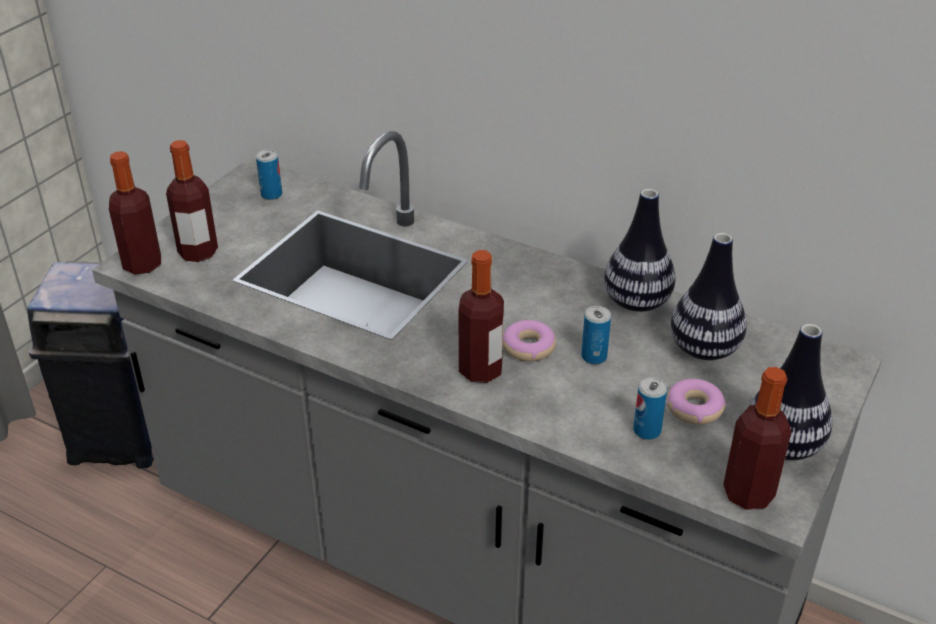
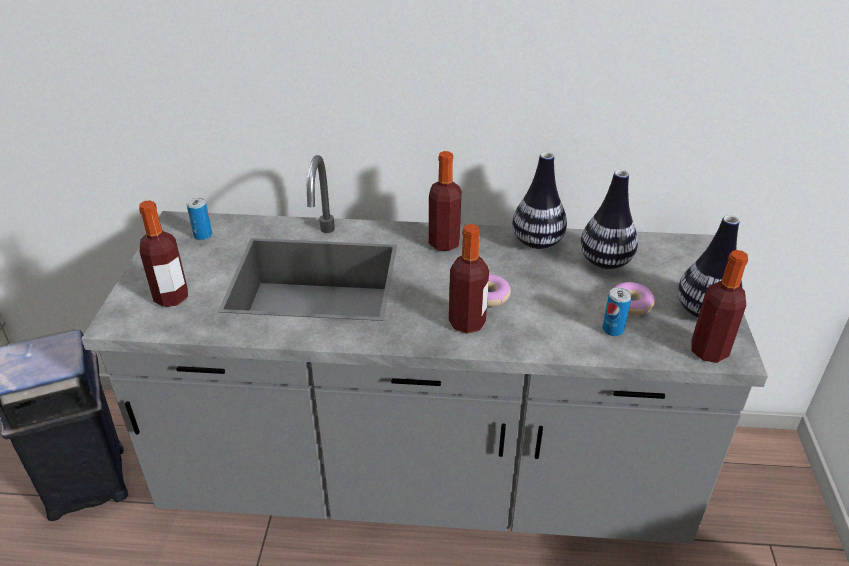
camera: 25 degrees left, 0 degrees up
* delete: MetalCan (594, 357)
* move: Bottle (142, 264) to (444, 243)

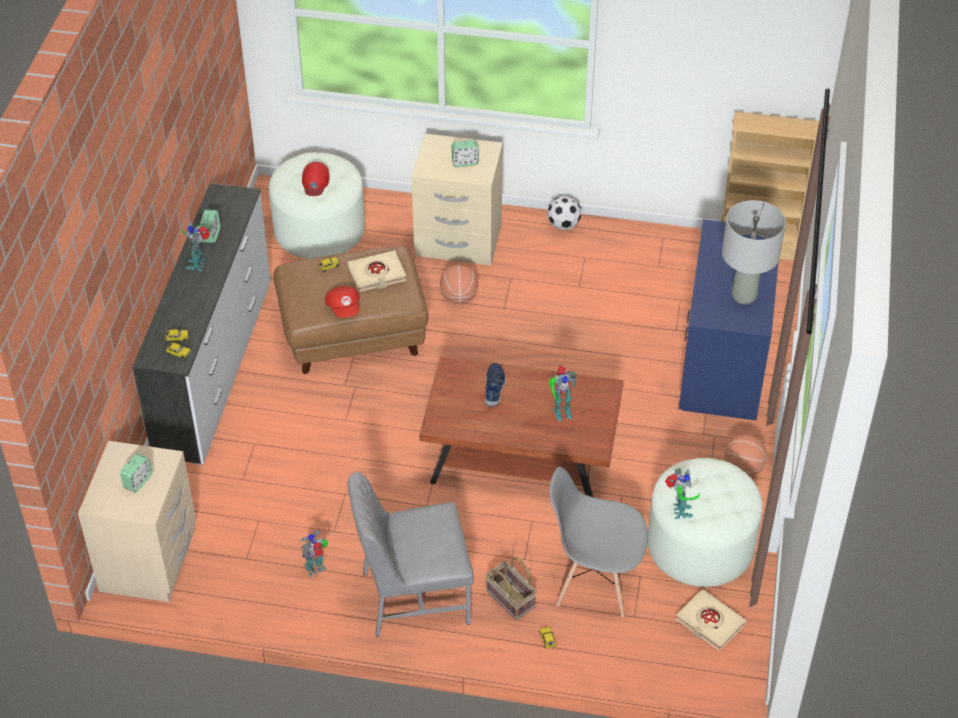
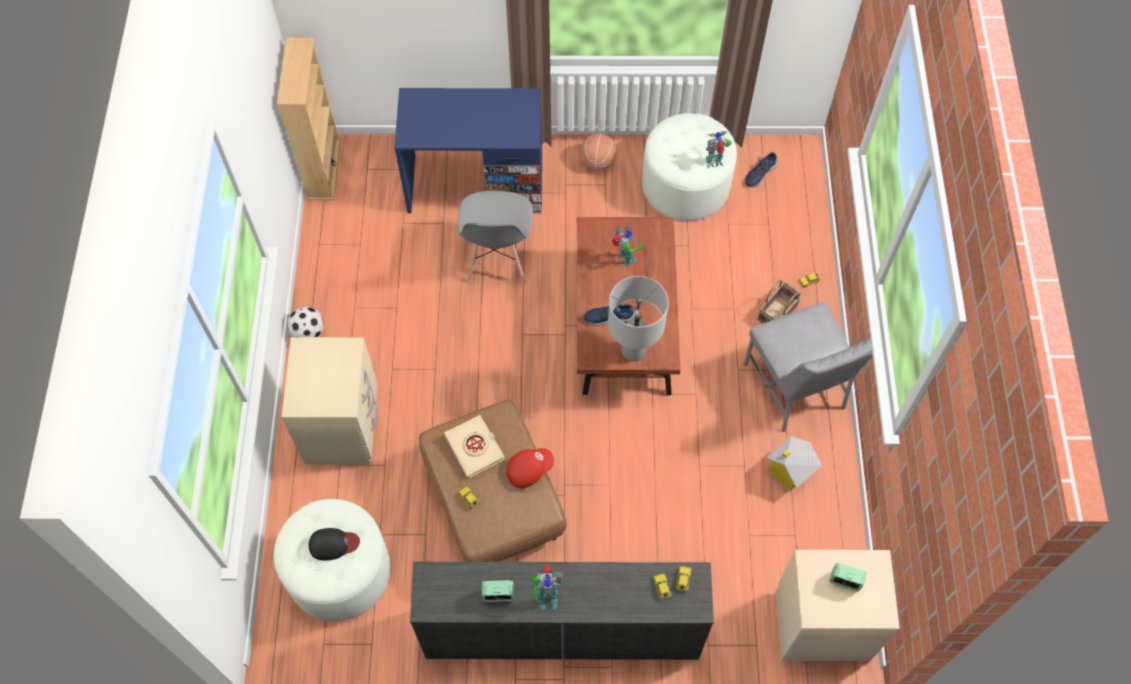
camera: 100 degrees left, 15 degrees up
* delete: BallForBasketball (459, 297)
* delete: TableClock (465, 162)
* move: GreyPlainChair (594, 583) to (497, 260)
* move: GreyLampForATable (744, 296) to (634, 351)
* replace: ModelRobot (316, 569) to MiniatureHouse (789, 471)
* replace: SandColouredVolume (710, 623) to BlueColouredLowShoe (759, 173)
* recolor: RedColouredCap (315, 182) to BlackCap (333, 544)

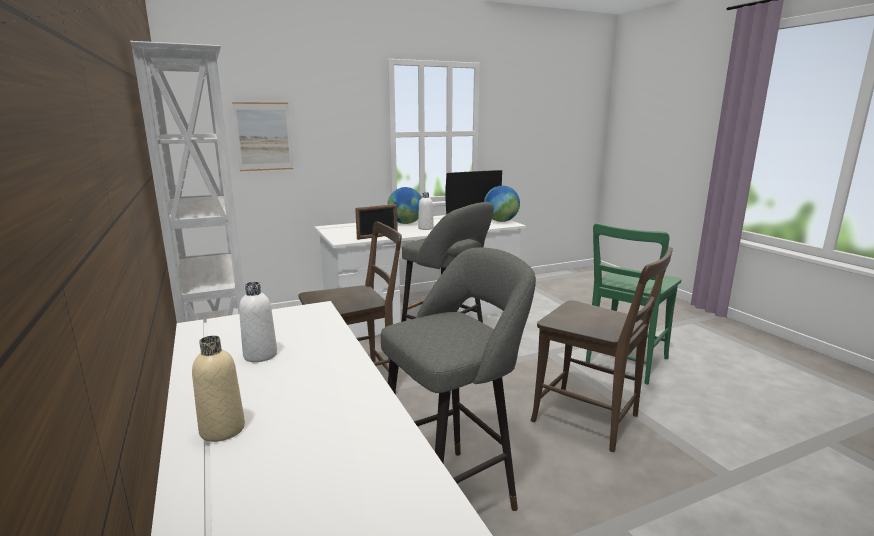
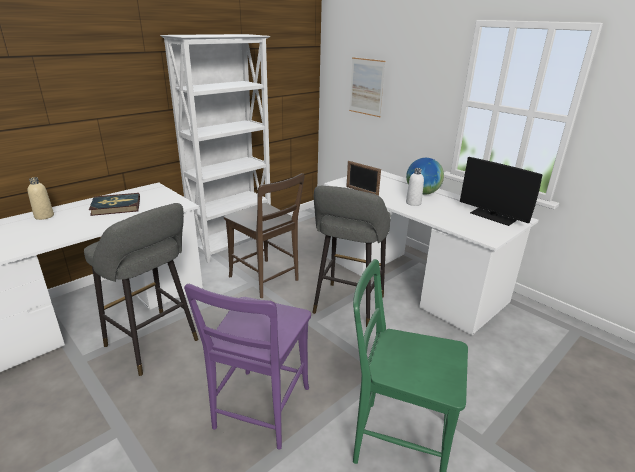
camera: 70 degrees right, 10 degrees up
* delete: Globe (501, 221)
* replace: WhiteBottle (260, 355) to Volume (116, 206)
* recolor: BrownColouredPlainChair (591, 420) to PurpleColouredPlainChair (259, 411)

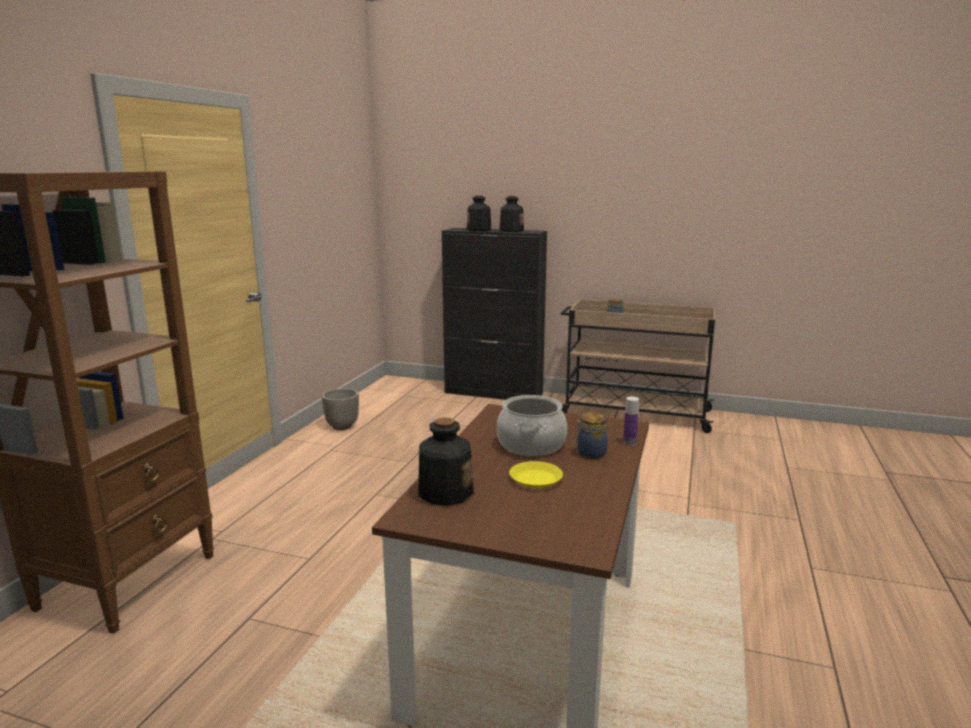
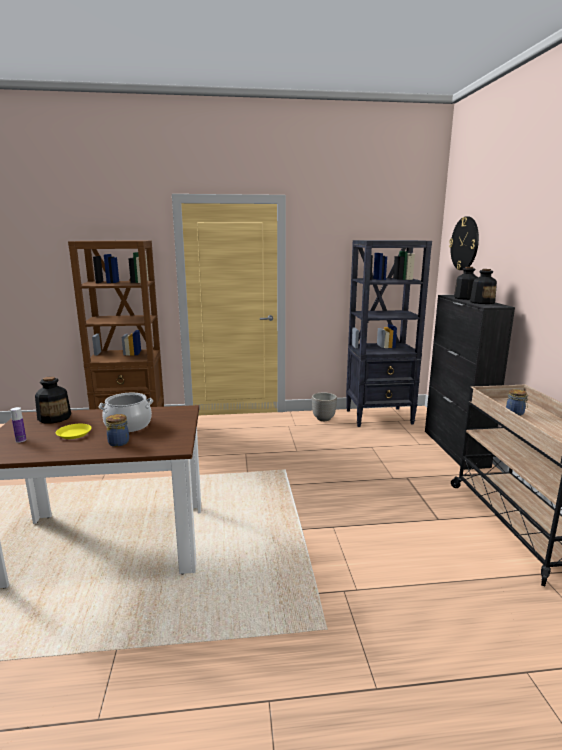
camera: 65 degrees right, 0 degrees up
* insert: BlackBookcase (379, 417)
* insert: HangingClock (465, 243)
* move: Bottle (629, 442) to (21, 440)

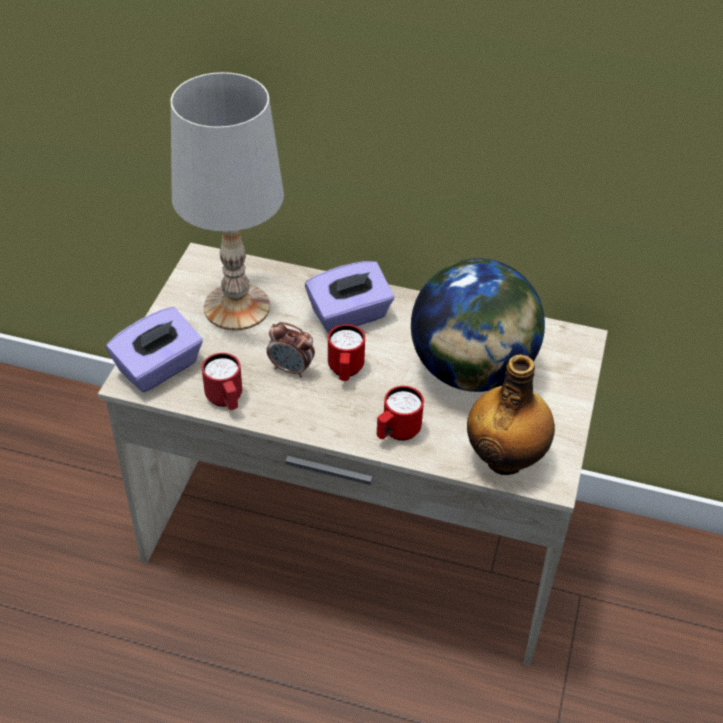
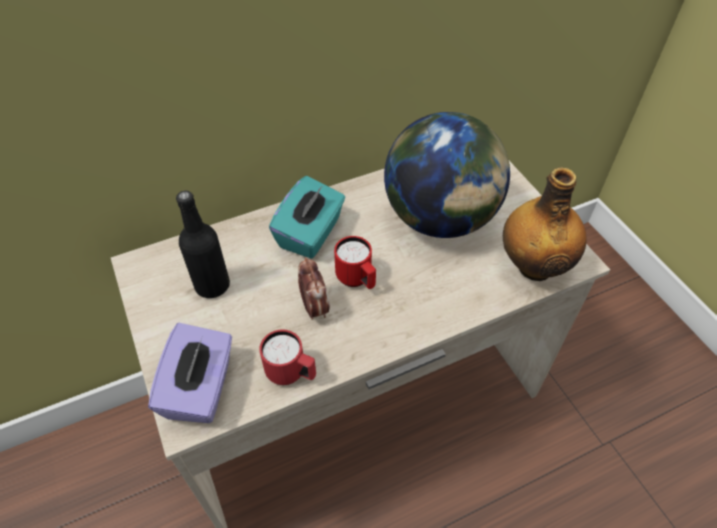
camera: 40 degrees left, 5 degrees up
* delete: RedColouredTeaMug (397, 433)
* replace: WhiteLampForATable (237, 306) to BlackBottle (212, 285)
* recolor: PurpleColouredTissueBox (349, 315) to TurquoiseTissueBox (310, 234)
* rotate: TableClock (291, 369) = (314, 307) 90 degrees counterclockwise

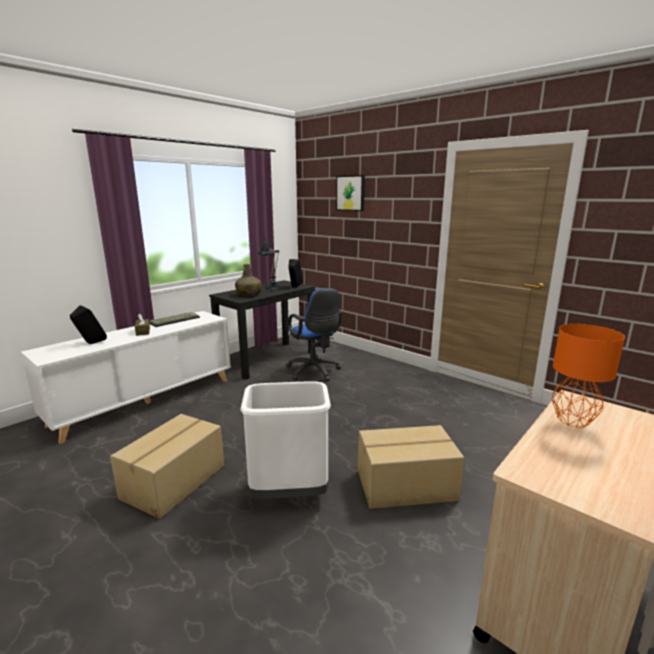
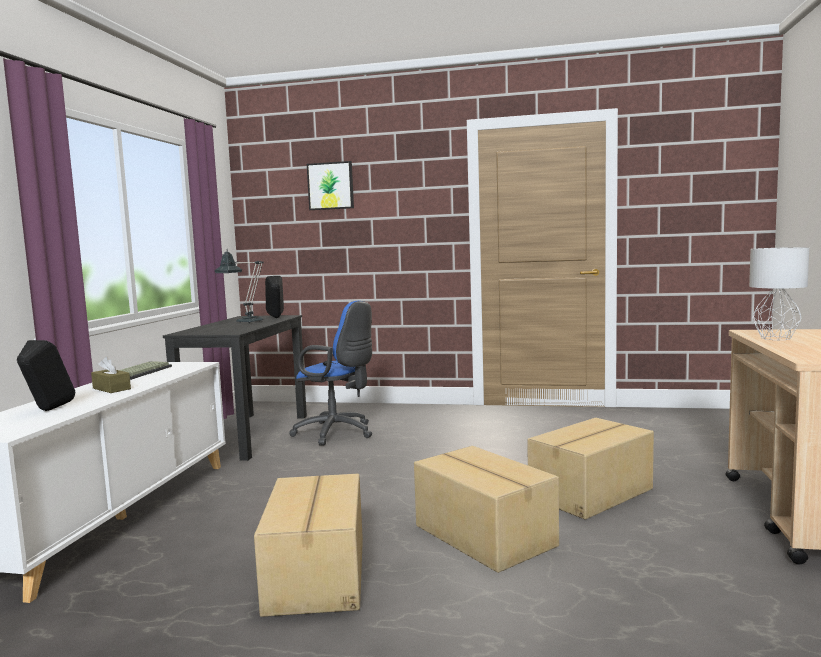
camera: 30 degrees left, 10 degrees down
* delete: GreenColouredBottle (249, 294)
* replace: WhiteTrashCan (288, 493) to Carton (483, 536)
* recolor: OrangeLampForATable (573, 421) to GreyLampForATable (776, 338)

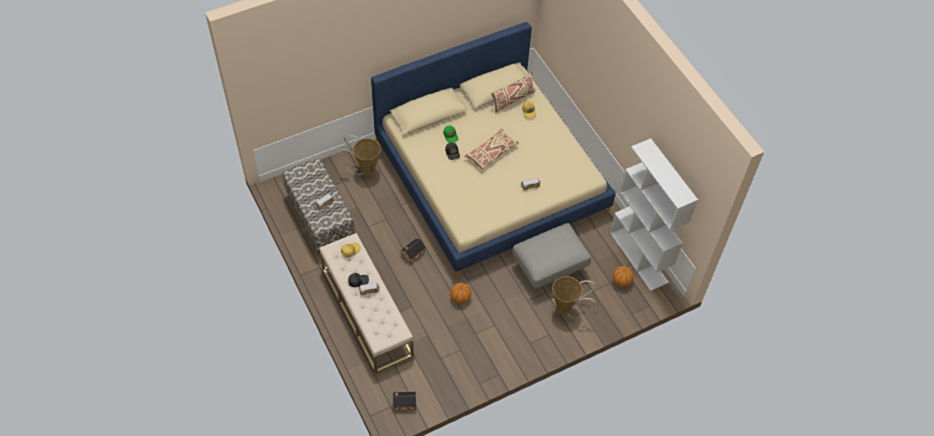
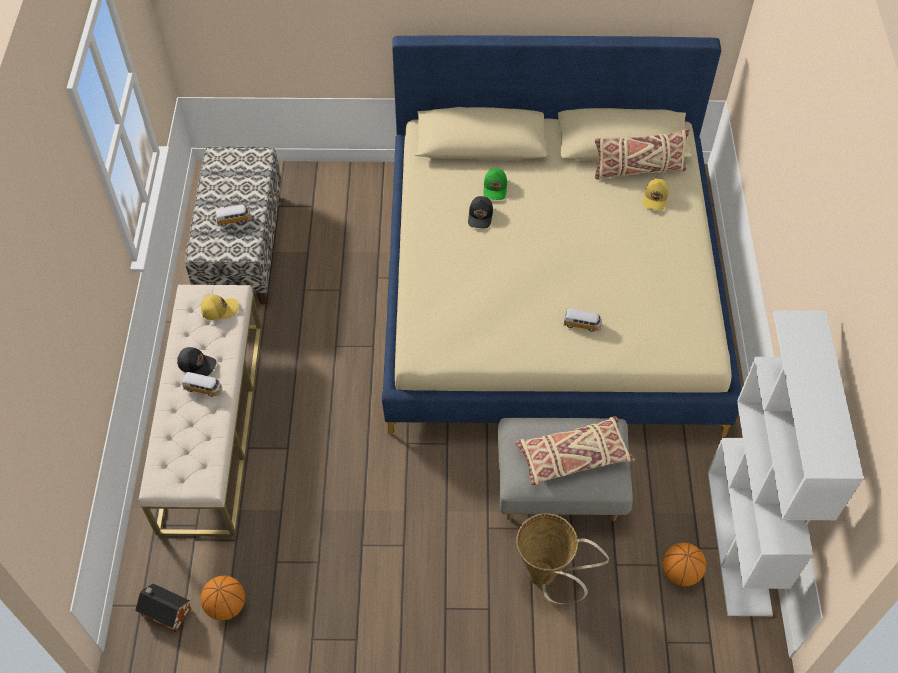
camera: 30 degrees right, 0 degrees up
* delete: Basket (365, 171)
* delete: MiniatureHouse (412, 254)
* move: BallForBasketball (460, 298) to (226, 605)
* move: SandColouredCushion (491, 153) to (573, 457)

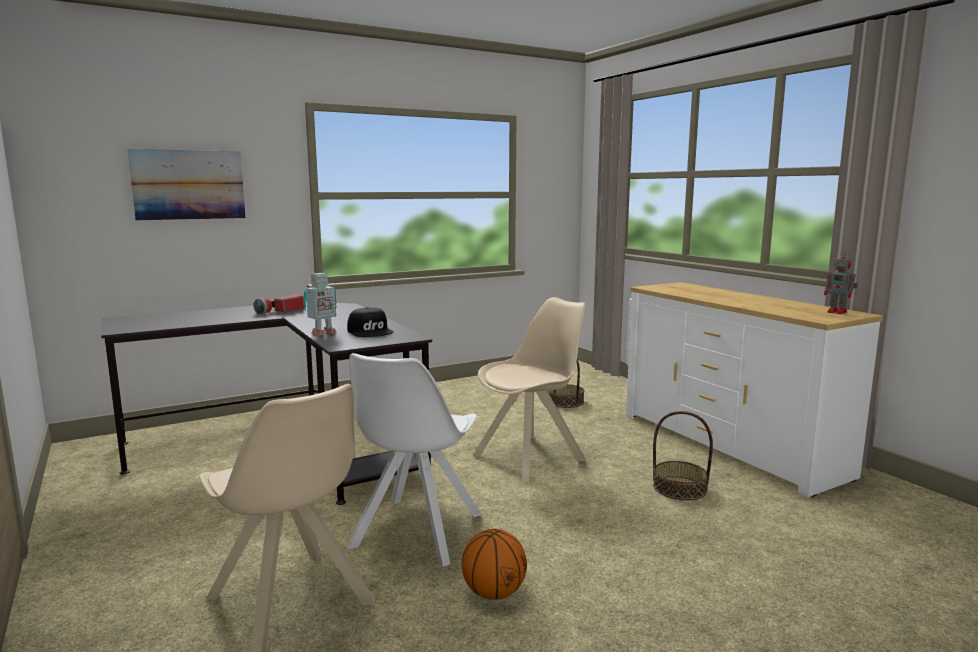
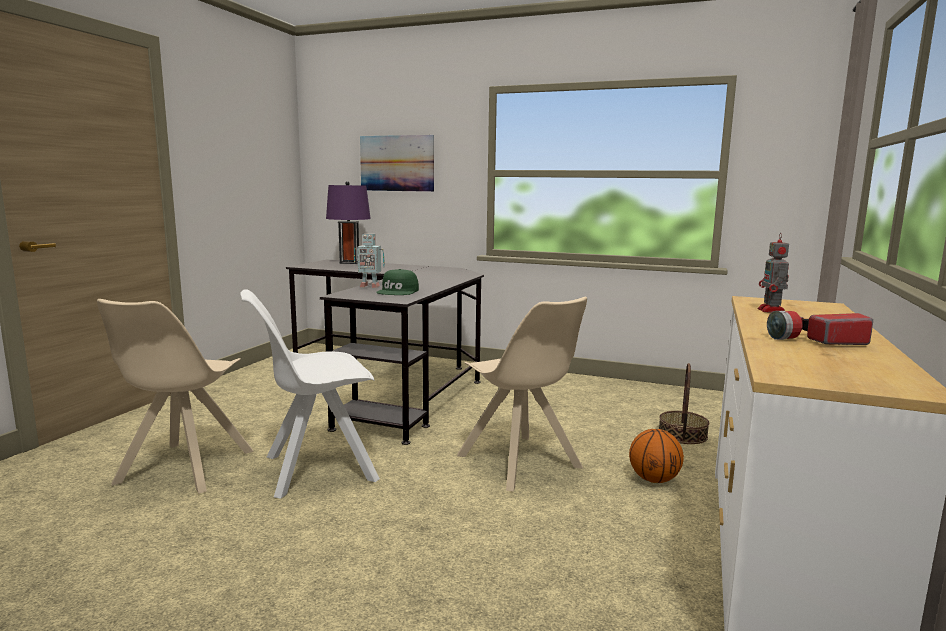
camera: 50 degrees right, 0 degrees up
* delete: Basket (679, 488)
* insert: PurpleColouredLampForATable (349, 262)
* move: Torch (279, 311) to (816, 341)
* move: BallForBasketball (494, 593) to (654, 480)
* move: ModelRobot (838, 312) to (772, 311)
* recolor: BlackCap (371, 331) to GreenColouredCap (398, 291)
* rotate: SandColouredPlainChair (531, 457) = (520, 463) 45 degrees clockwise

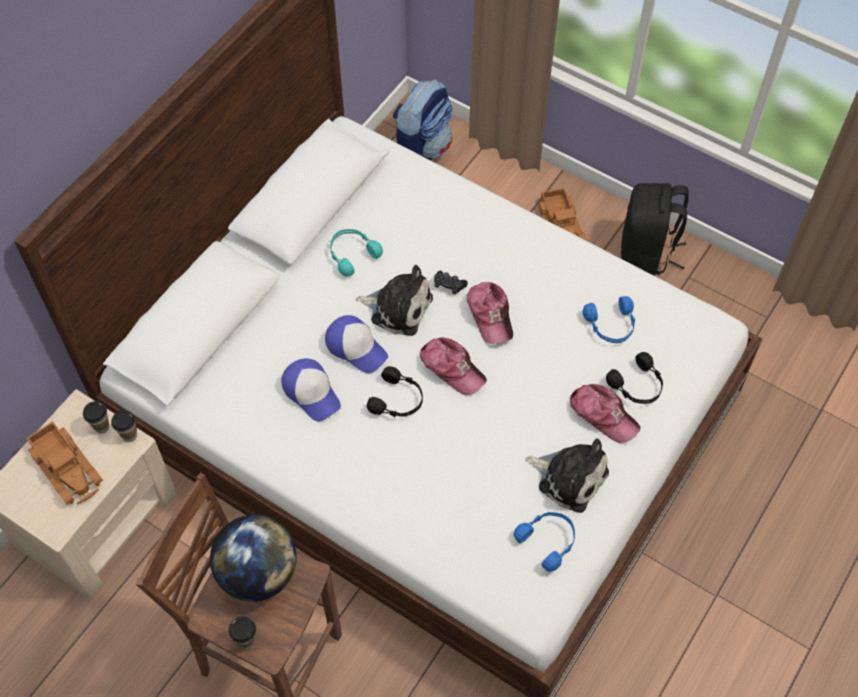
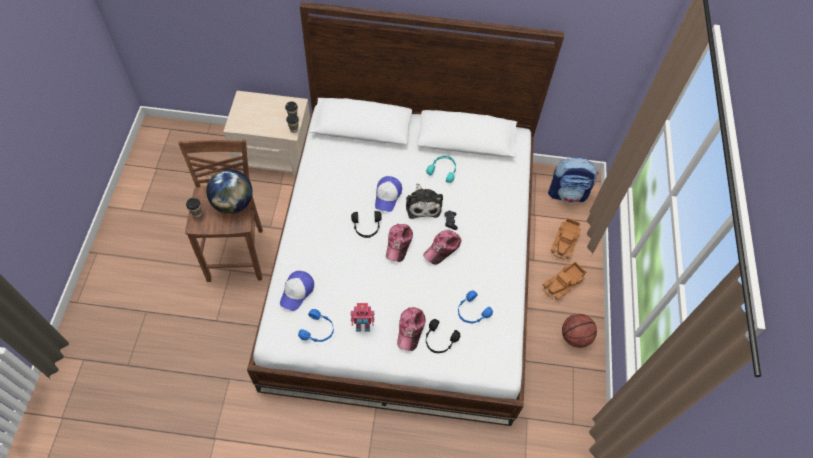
camera: 60 degrees right, 0 degrees up
* move: ToyLorry (67, 467) to (565, 241)
* move: Cap (312, 392) to (297, 292)
* replace: PlushToy (569, 477) to ModelRobot (363, 326)
* replace: BlackKnapsack (647, 253) to BallForBasketball (575, 337)

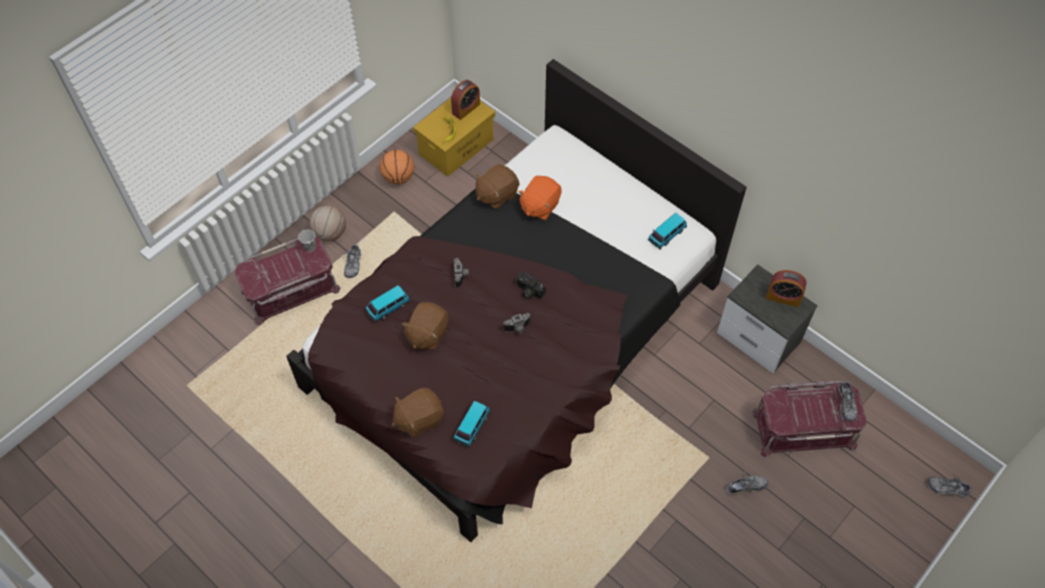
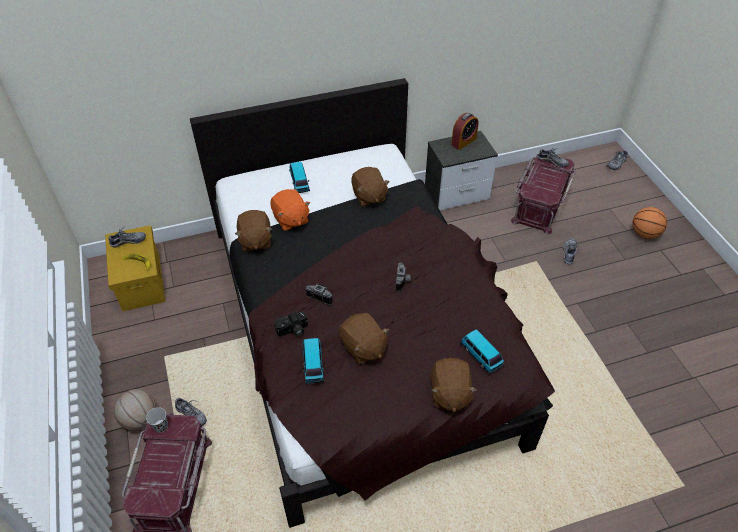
camera: 60 degrees left, 10 degrees down
* insert: BrownColouredPlushToy (369, 196)
* move: BallForBasketball (398, 177) to (644, 234)
* move: StillCamera (528, 291) to (293, 330)
* move: ToyCar (666, 235) to (299, 183)
* replace: TableClock (466, 108) to LowShoe (128, 241)

